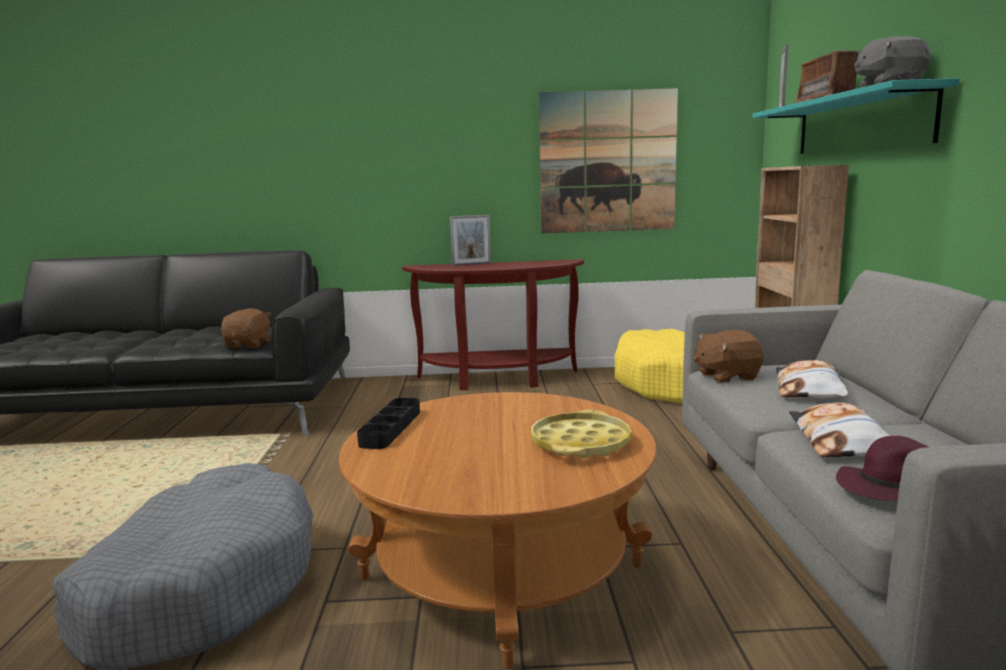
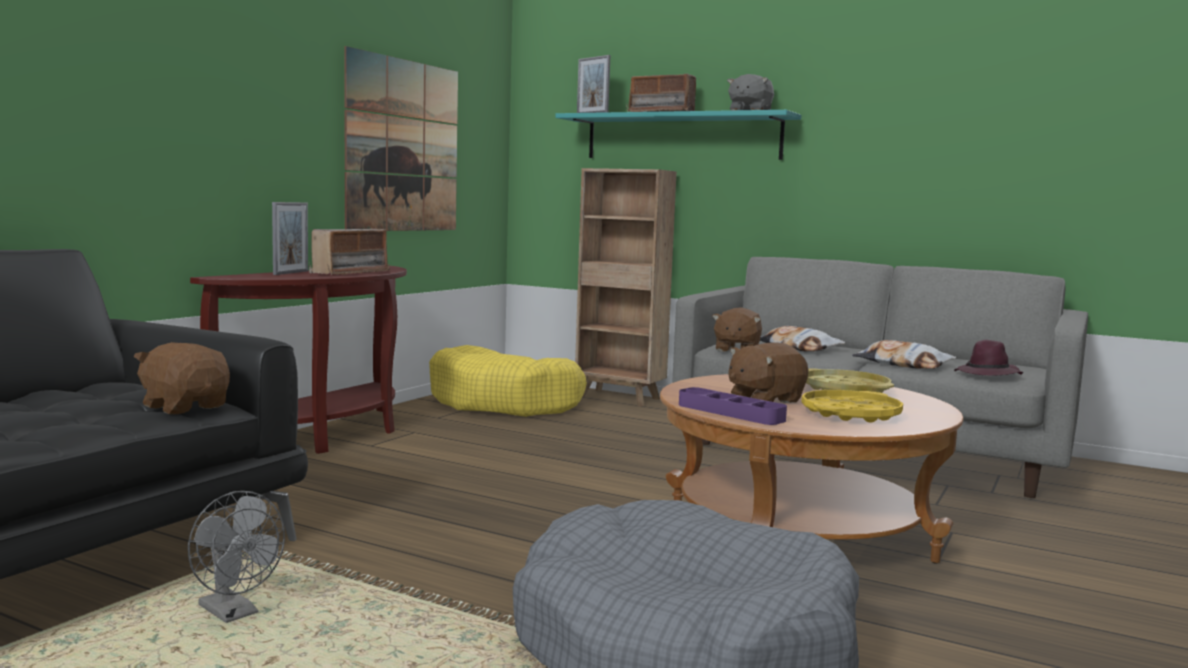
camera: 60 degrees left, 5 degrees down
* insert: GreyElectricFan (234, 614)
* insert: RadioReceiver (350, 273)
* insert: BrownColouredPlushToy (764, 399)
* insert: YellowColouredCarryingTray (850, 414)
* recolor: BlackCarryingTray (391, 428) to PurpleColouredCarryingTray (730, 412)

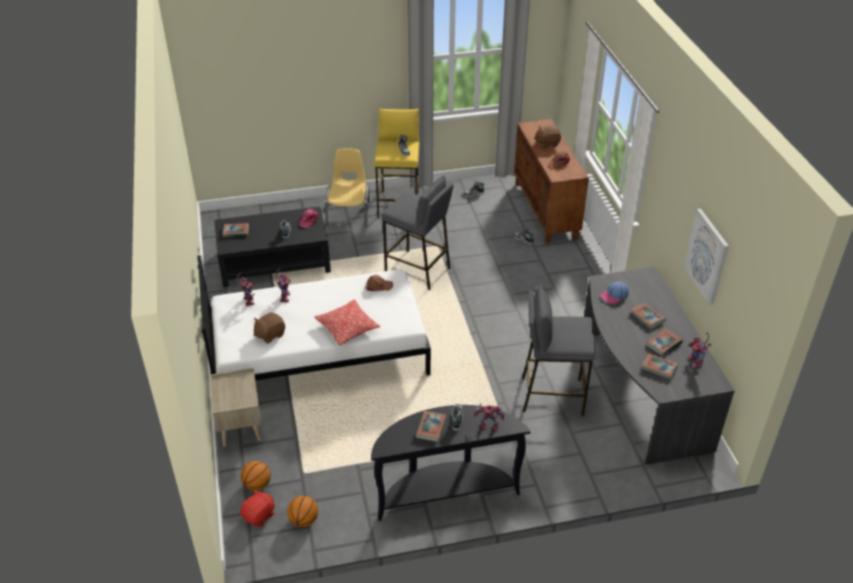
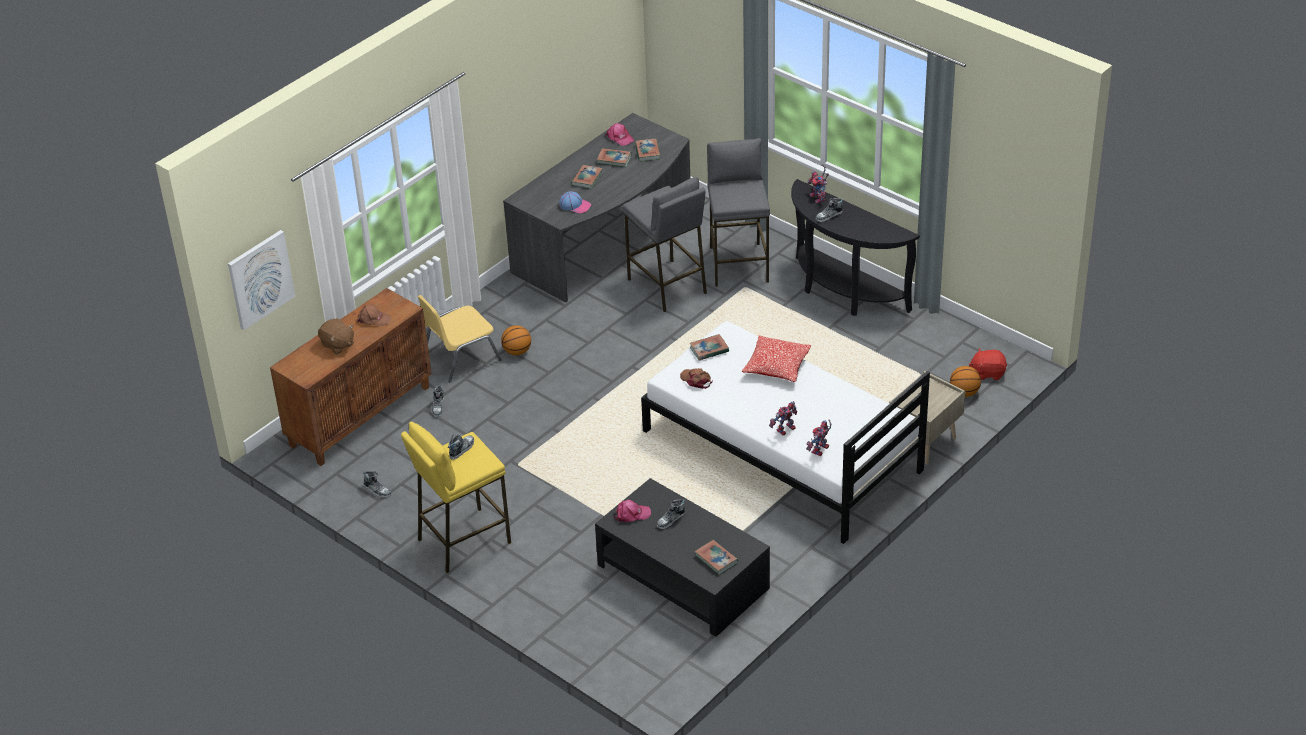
camera: 125 degrees left, 0 degrees up
* delete: BrownColouredPlushToy (270, 334)
* move: BallForBasketball (303, 520) to (517, 351)
* move: YellowColouredPlainChair (349, 213) to (460, 357)
* move: GreySittingStool (418, 271) to (738, 264)
* move: Volume (431, 428) to (709, 349)
* move: WallPicture (707, 256) to (260, 279)
* replace: ModelRobot (696, 363) to PinkColouredCap (619, 138)

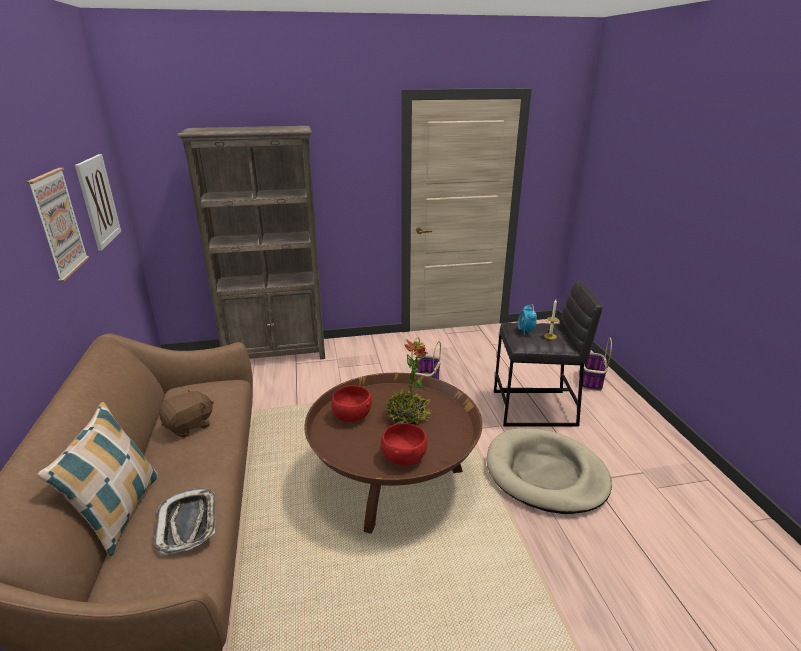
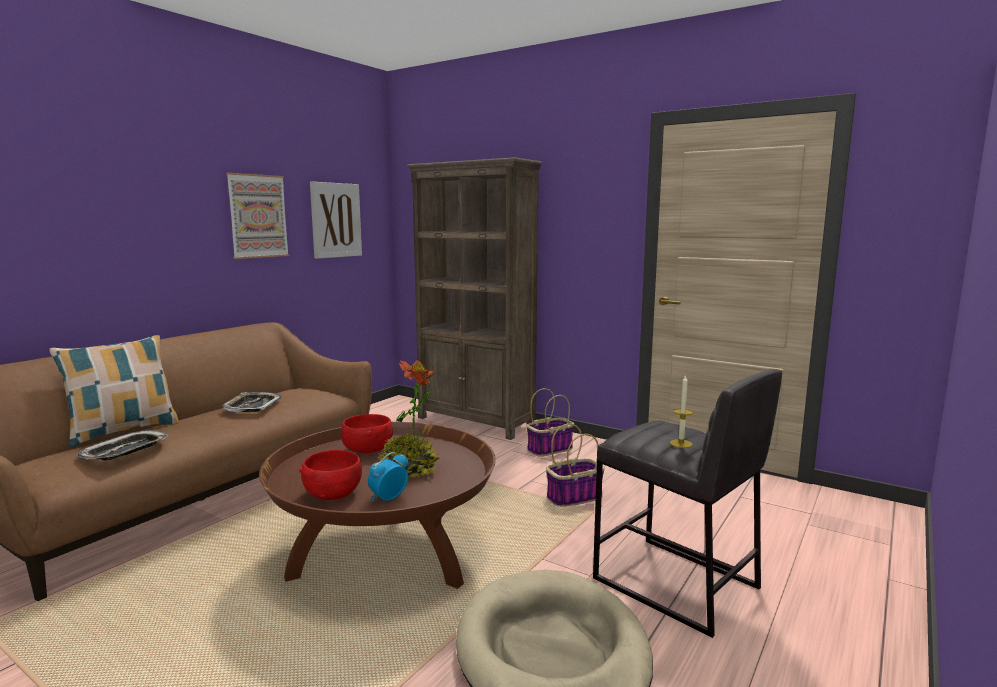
camera: 45 degrees right, 15 degrees down
* move: TableClock (525, 331) to (388, 498)
* move: Basket (590, 380) to (550, 449)
* replace: BrownColouredPlushToy (189, 426) to CarryingTray (252, 406)

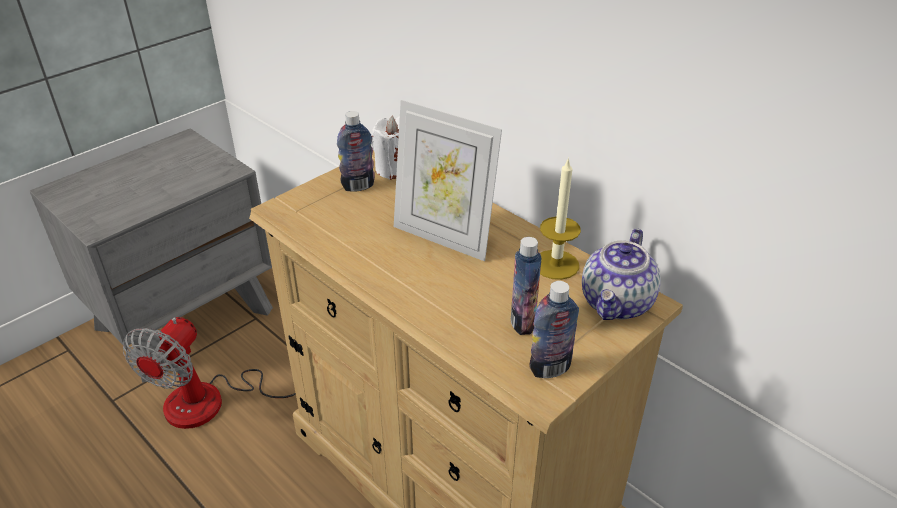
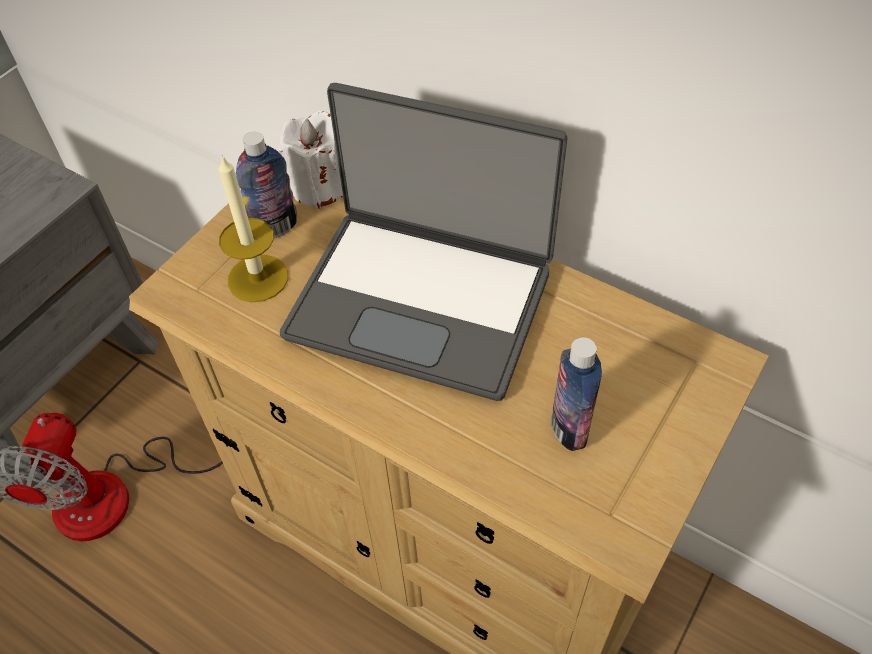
camera: 10 degrees left, 15 degrees up
* delete: Bottle (550, 368)
* delete: PotForTea (617, 303)
* move: WaxLight (556, 264) to (258, 278)
* replace: StandingFrame (443, 237) to PortableComputer (422, 300)

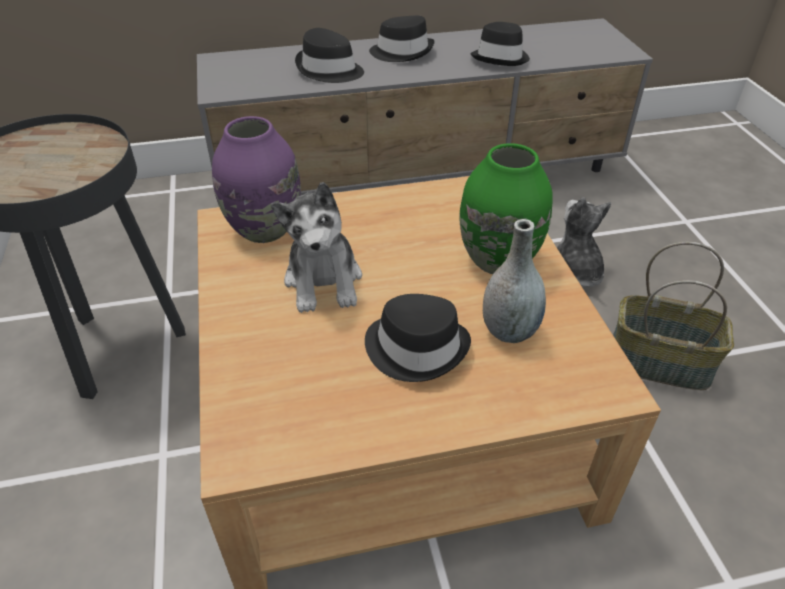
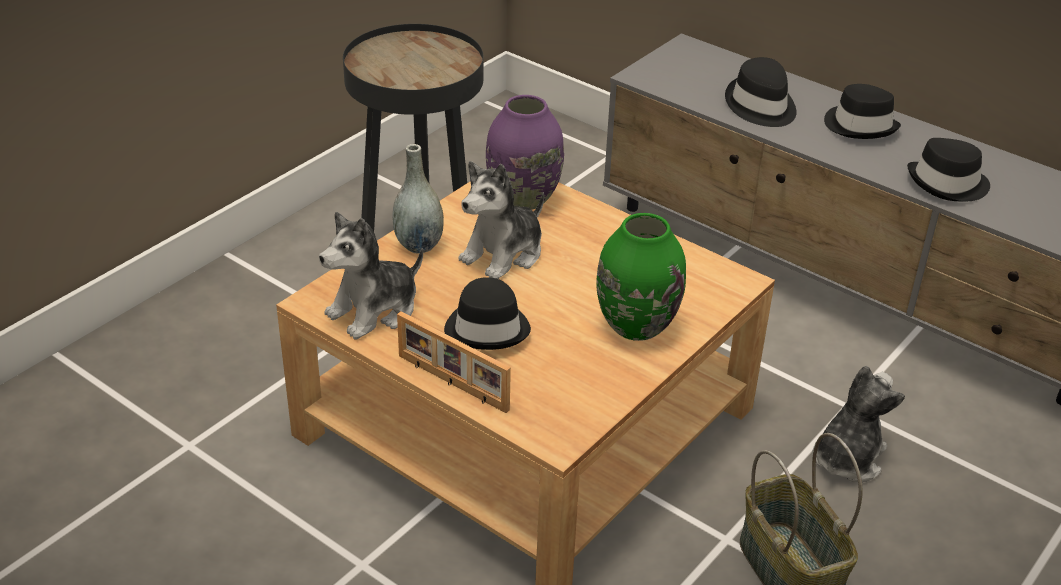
camera: 50 degrees right, 5 degrees down
* insert: PlushToy (374, 311)
* insert: StandingFrame (451, 383)
* move: GreyVase (509, 331) to (418, 245)

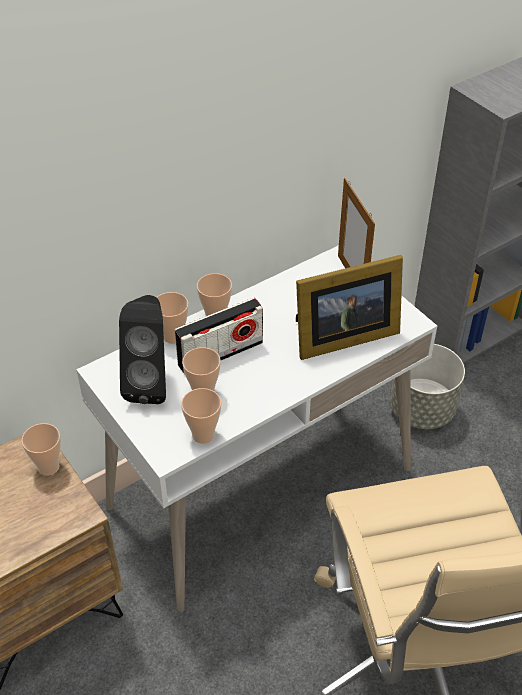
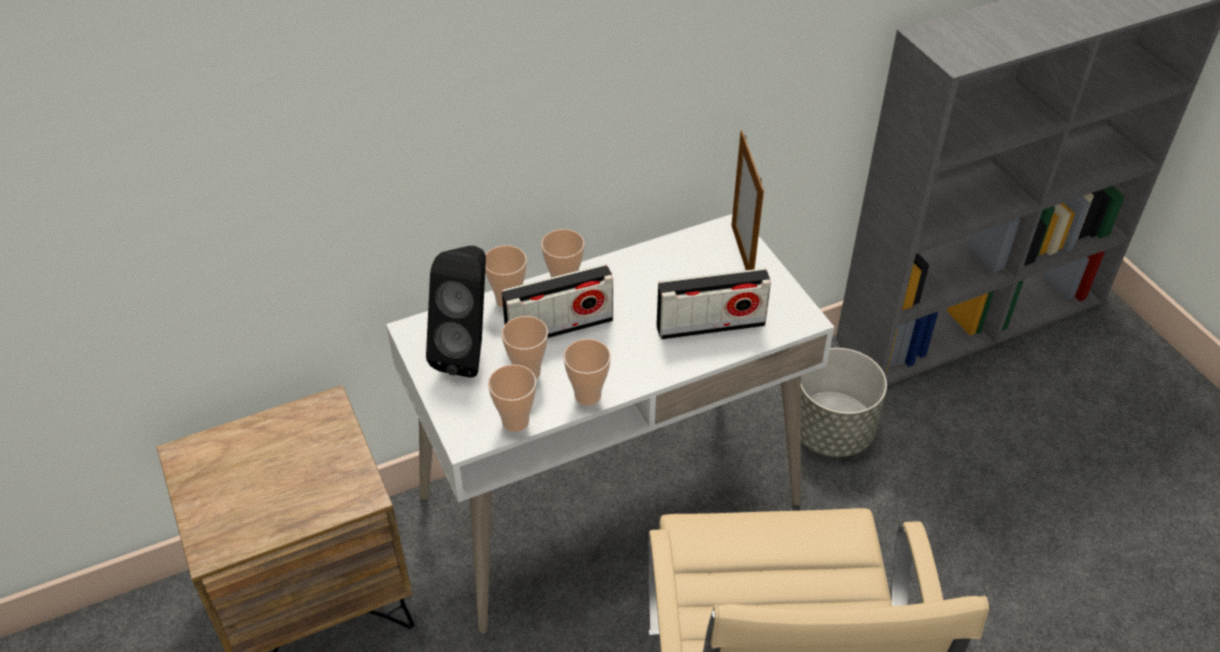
camera: 10 degrees right, 0 degrees up
* move: SmallCup (48, 467) to (587, 395)
* replace: StandingFrame (341, 337) to RadioReceiver (710, 325)

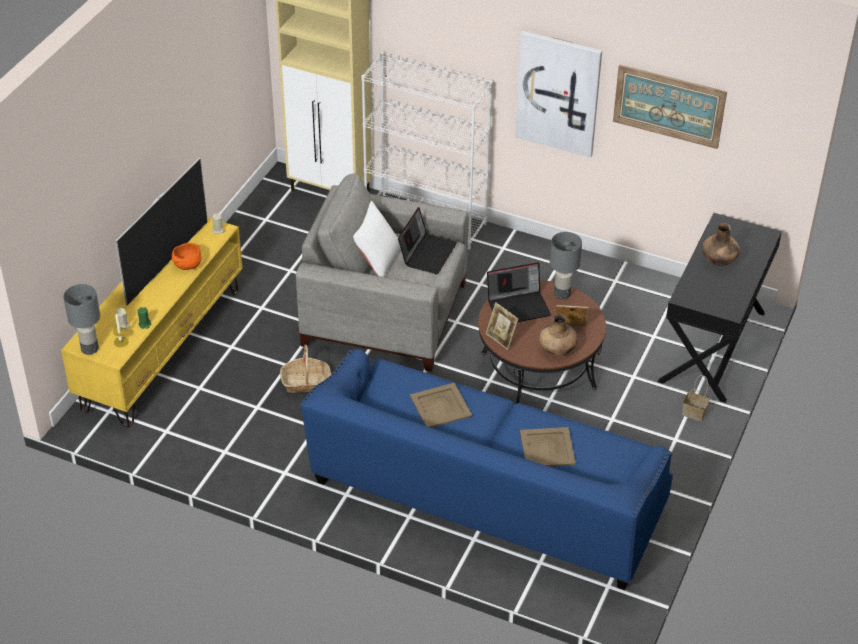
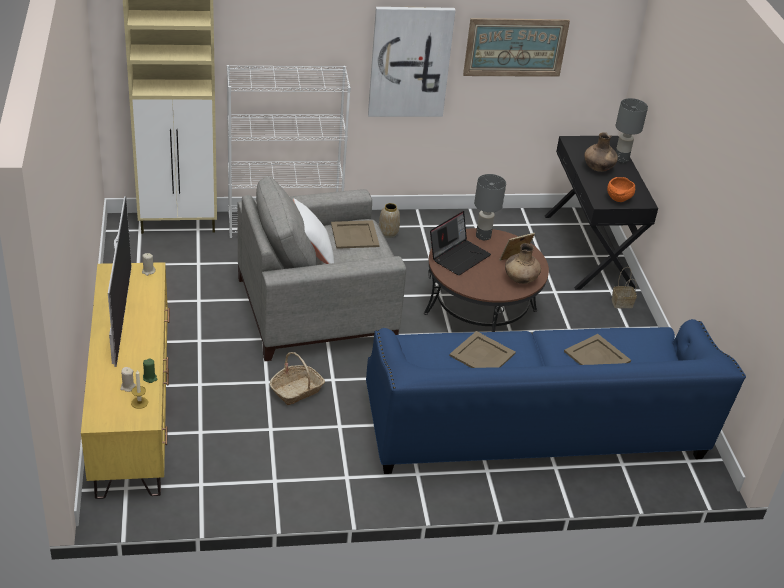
camera: 35 degrees left, 5 degrees down
* delete: StandingFrame (501, 339)
* insert: Vase (388, 233)
* move: GreyLampForATable (90, 348) to (621, 159)
* move: OrangeDeepDish (187, 266) to (618, 199)
* replace: PortableComputer (427, 253) to SandColouredCarryingTray (354, 234)

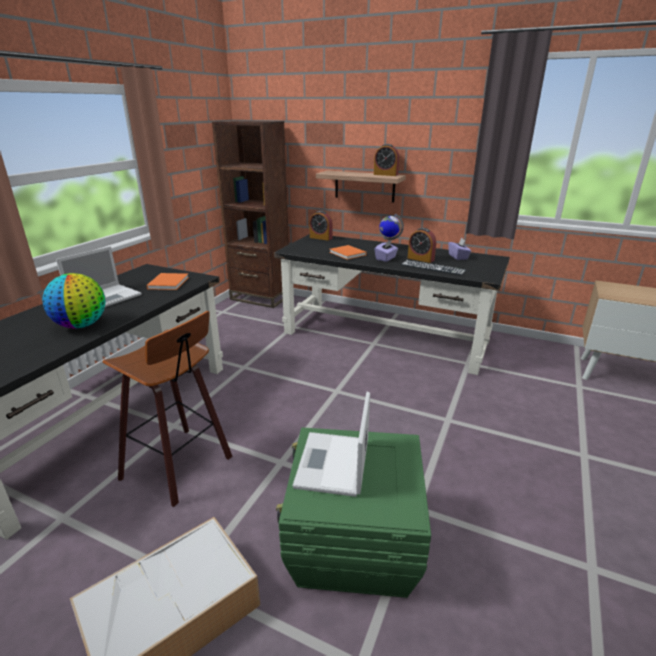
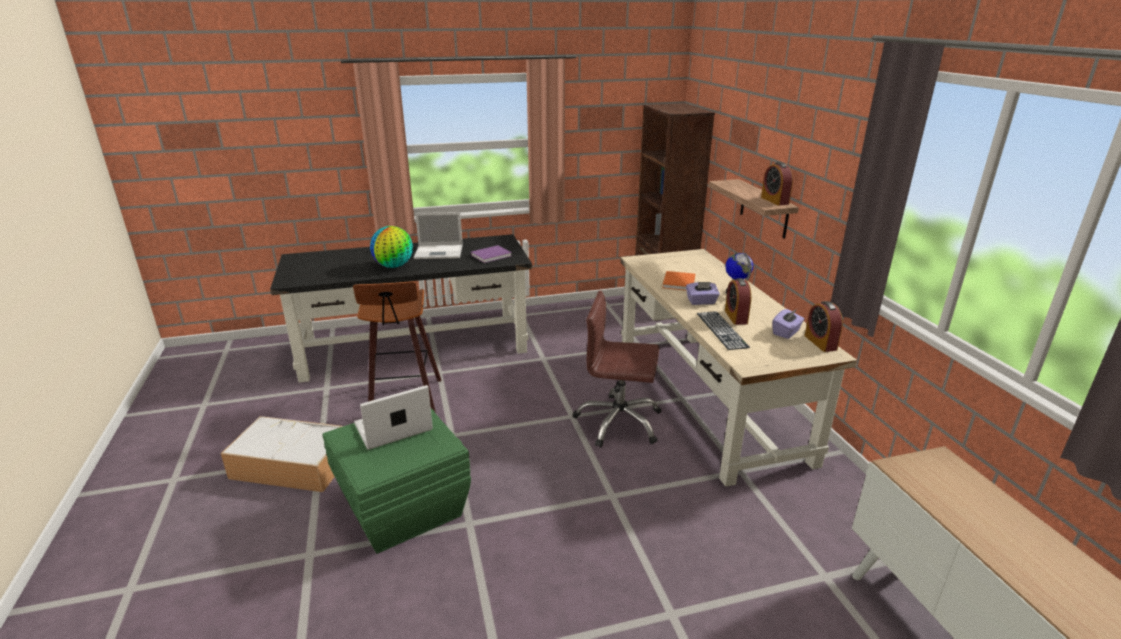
camera: 50 degrees right, 0 degrees up
* insert: BrownColouredOfficeChair (618, 422)
* move: TableClock (321, 238) to (820, 342)
* recolor: OrangeVolume (169, 282) to PurpleColouredVolume (492, 255)
* recolor: BlackDeskUnit (386, 336) to SandColouredDeskUnit (708, 399)

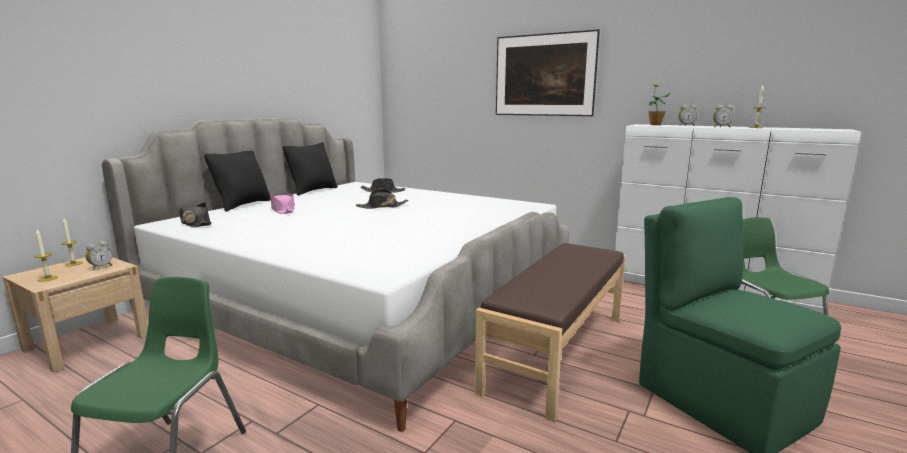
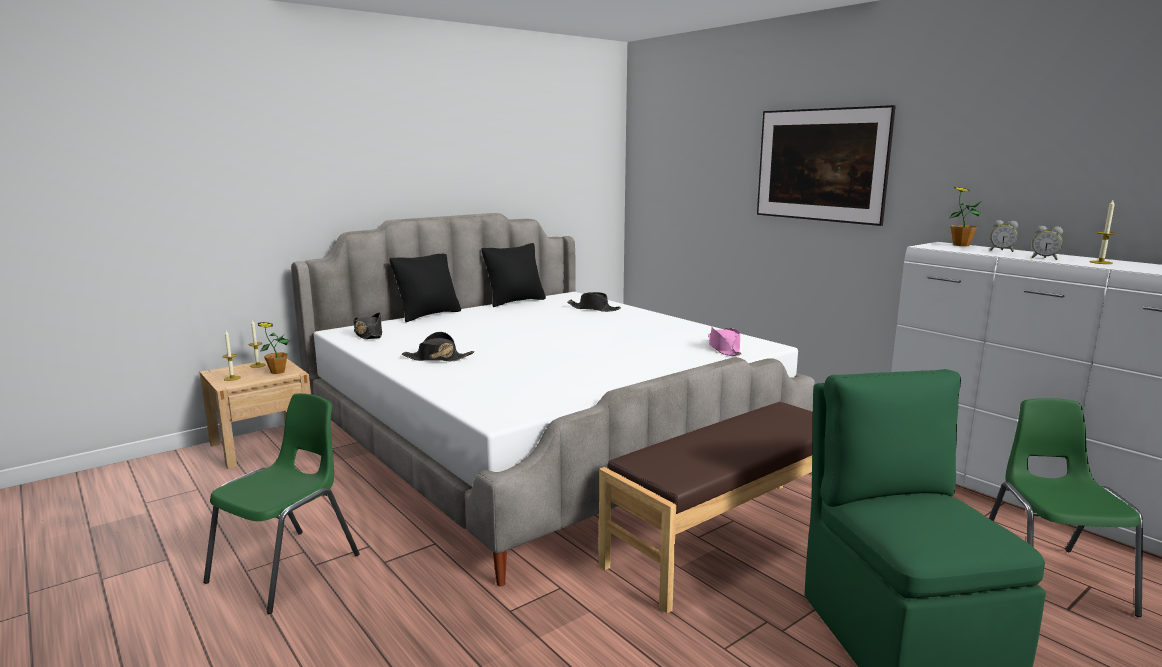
camera: 20 degrees right, 0 degrees up
* move: PinkColouredClothingHat (283, 210) to (724, 349)
* move: BlackClothingHat (382, 207) to (437, 358)
* replace: TableClock (100, 267) to Houseplant (277, 372)

